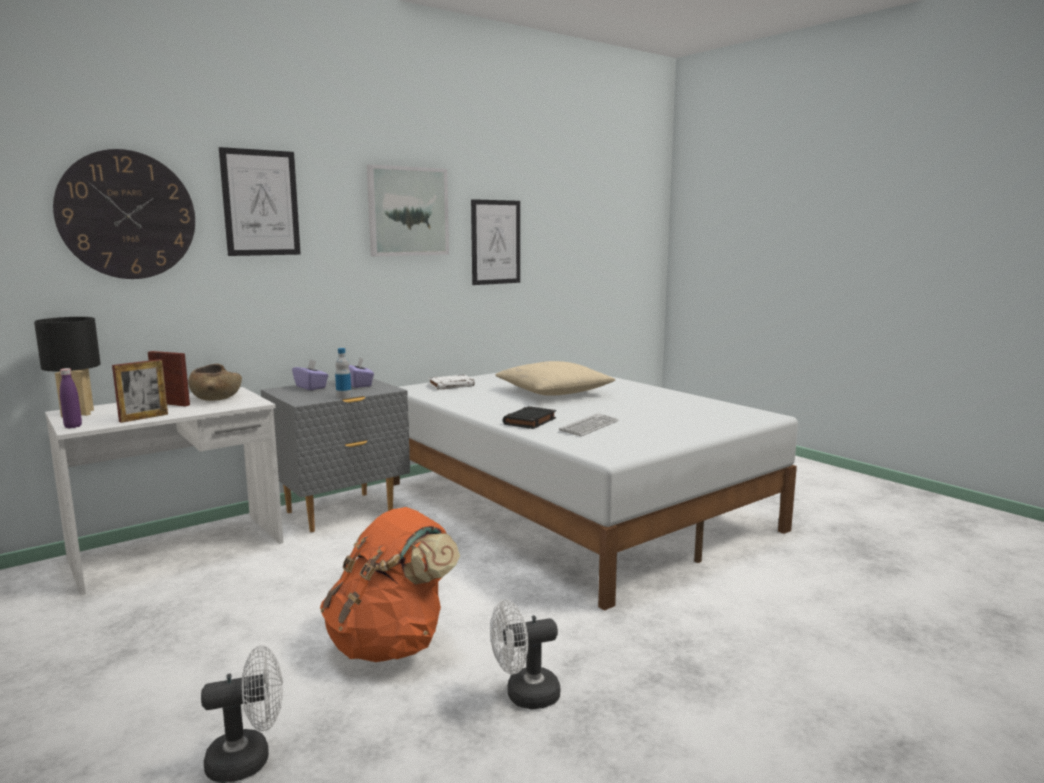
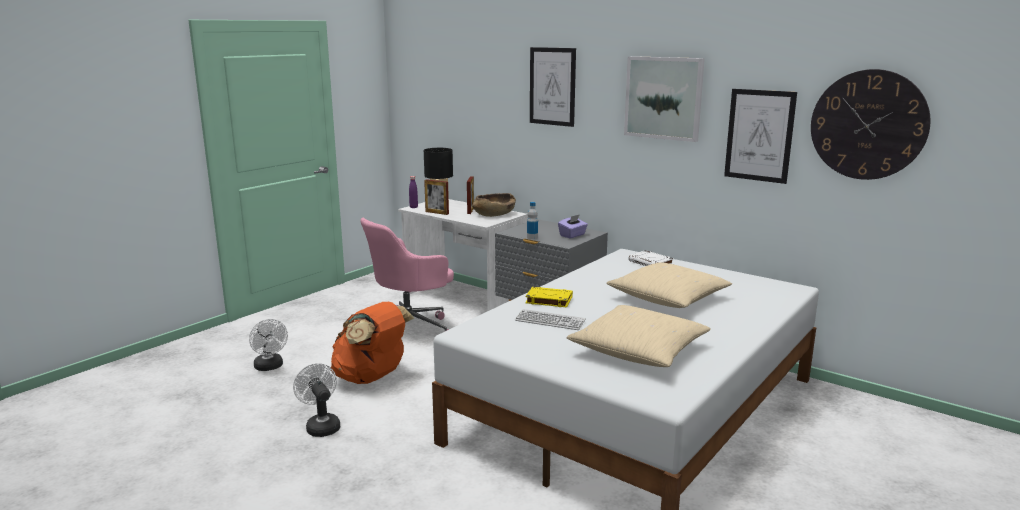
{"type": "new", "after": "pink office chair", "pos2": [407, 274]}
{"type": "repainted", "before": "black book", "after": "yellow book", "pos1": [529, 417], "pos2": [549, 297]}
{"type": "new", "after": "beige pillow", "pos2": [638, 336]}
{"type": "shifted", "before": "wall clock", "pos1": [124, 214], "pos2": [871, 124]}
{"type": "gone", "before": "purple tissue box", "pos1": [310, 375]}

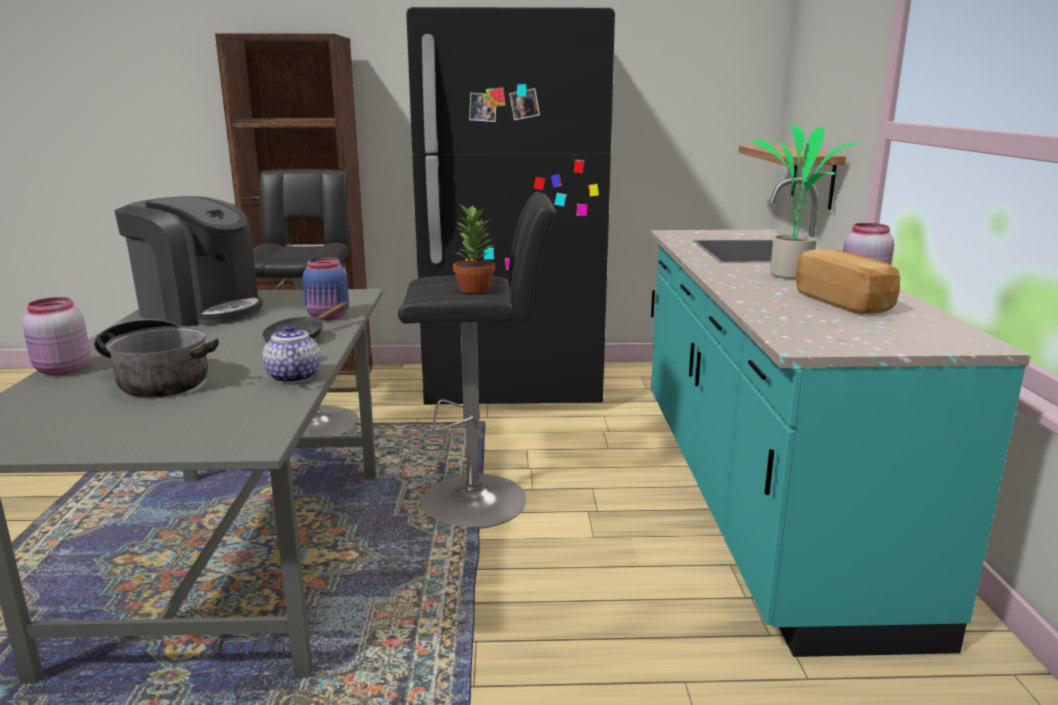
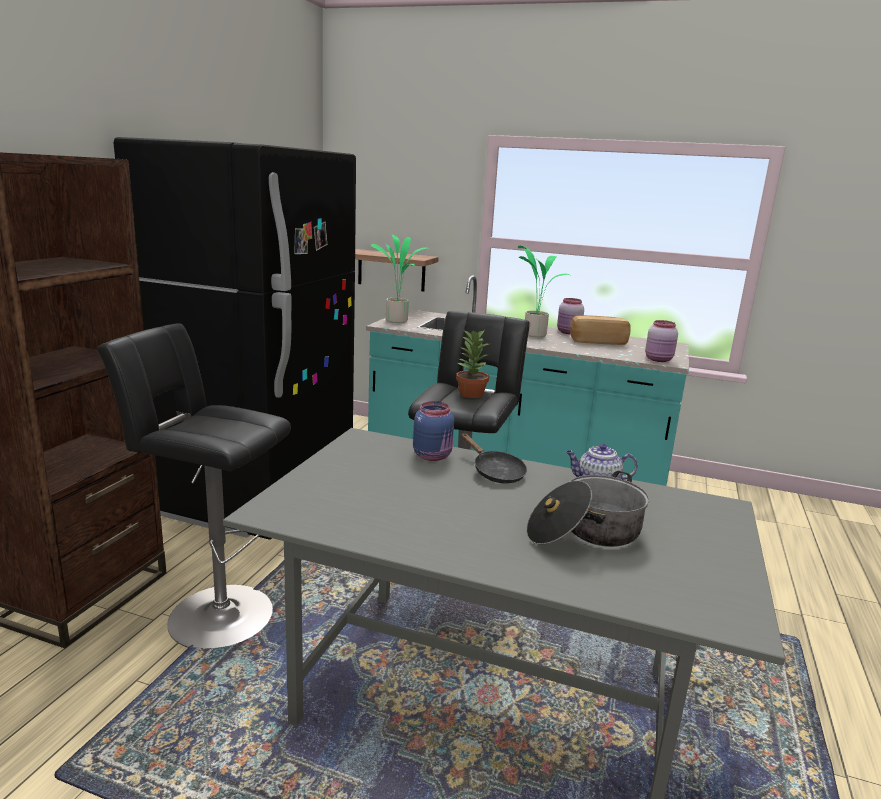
{"type": "new", "after": "potted plant", "pos2": [400, 279]}
{"type": "shifted", "before": "pink jar", "pos1": [56, 336], "pos2": [661, 341]}
{"type": "gone", "before": "coffee machine", "pos1": [188, 261]}

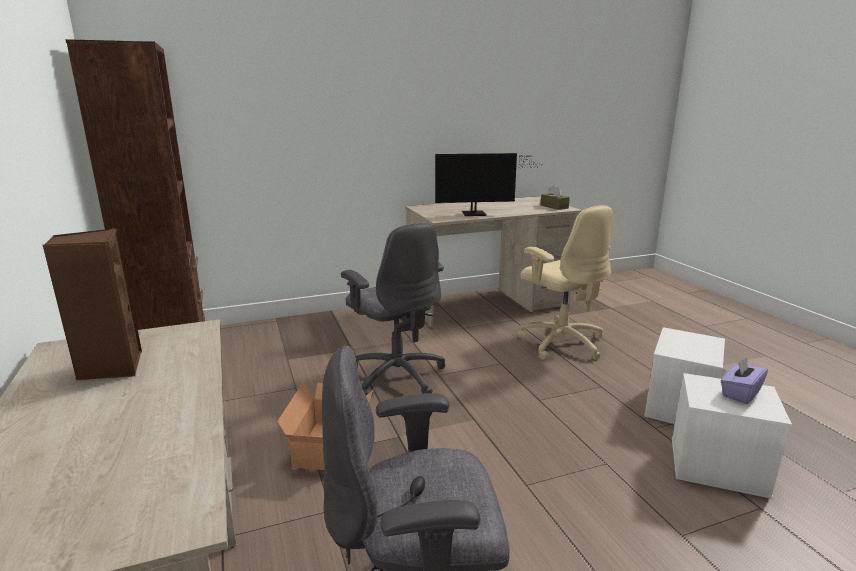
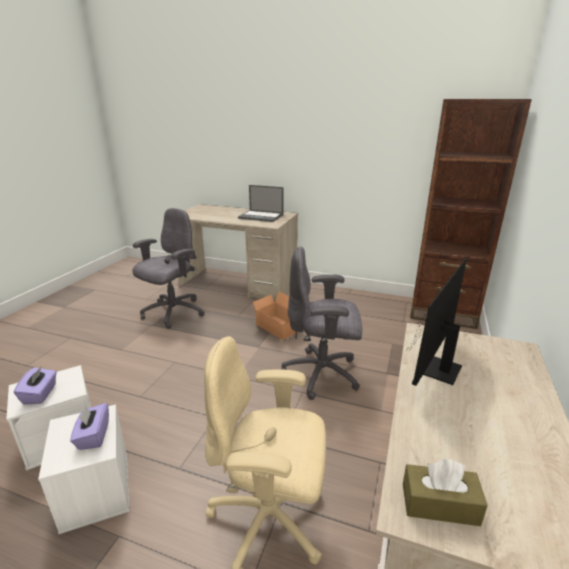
{"type": "new", "after": "purple tissue box", "pos2": [89, 426]}
{"type": "swapped", "before": "brown speaker", "after": "laptop", "pos1": [92, 304], "pos2": [261, 203]}

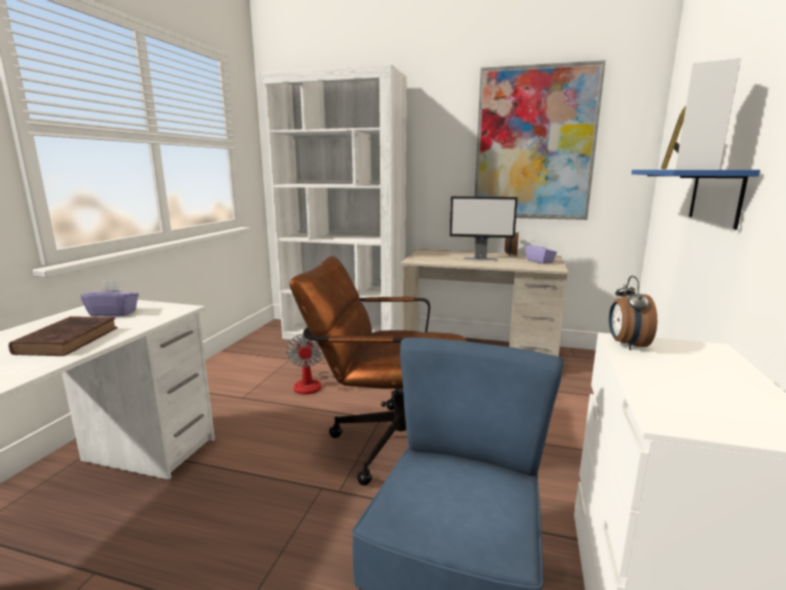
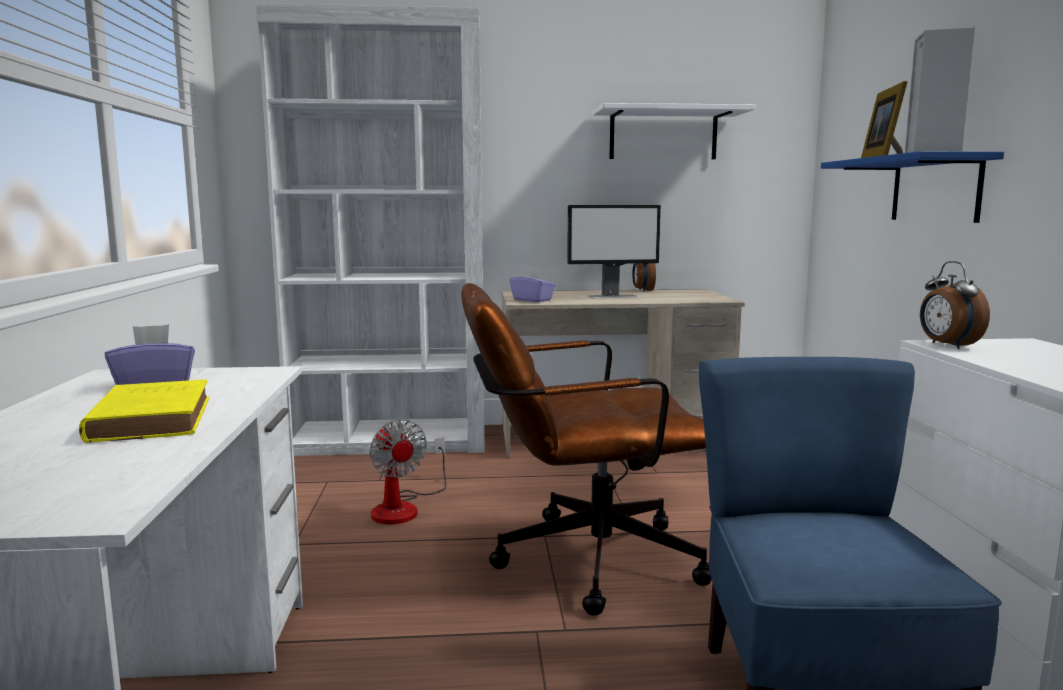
{"type": "repainted", "before": "brown book", "after": "yellow book", "pos1": [63, 336], "pos2": [144, 411]}
{"type": "shifted", "before": "purple tissue box", "pos1": [541, 252], "pos2": [533, 285]}
{"type": "swapped", "before": "picture", "after": "white shelf", "pos1": [540, 140], "pos2": [674, 131]}

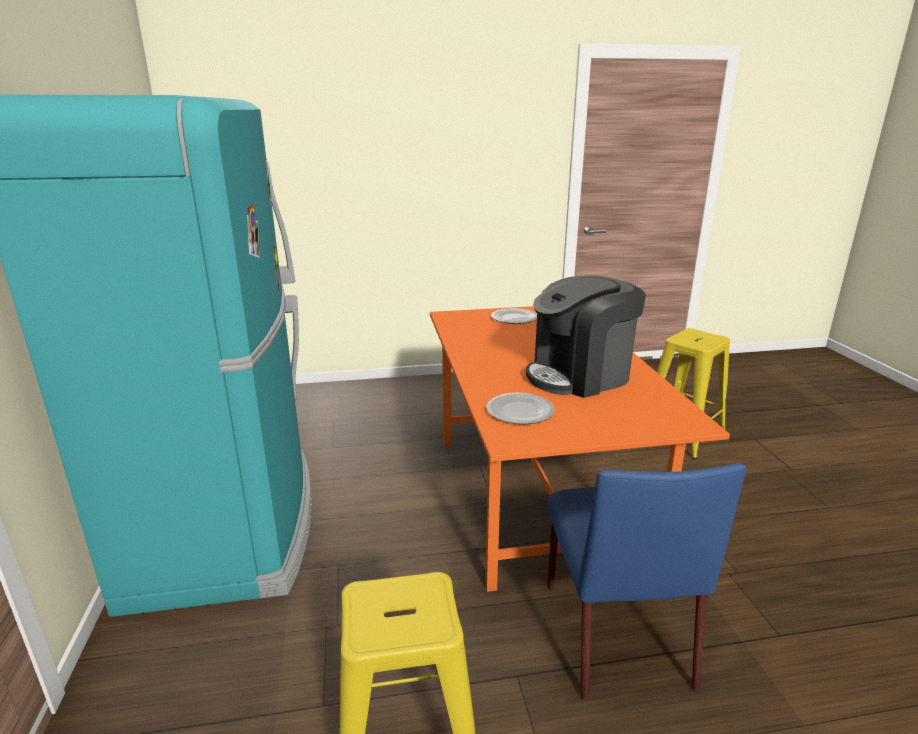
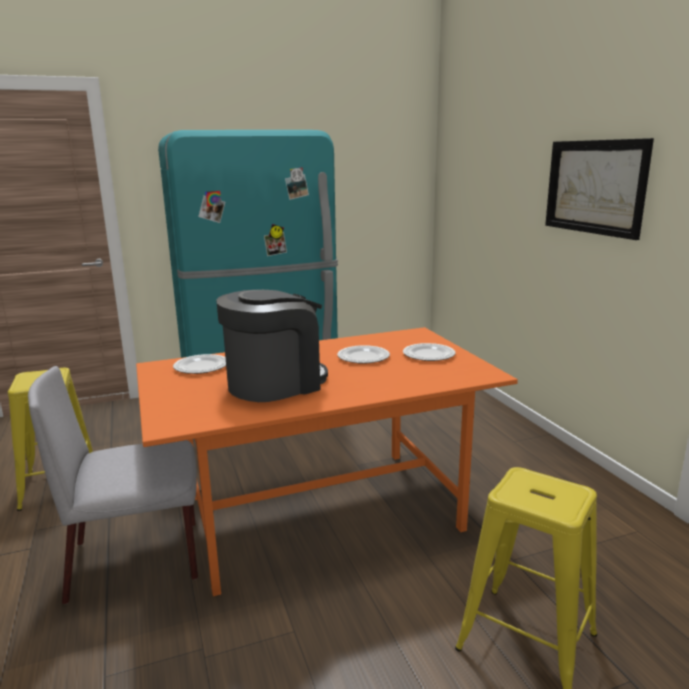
{"type": "repainted", "before": "blue chair", "after": "grey chair", "pos1": [647, 581], "pos2": [113, 485]}
{"type": "rotated", "before": "coffee machine", "pos1": [586, 336], "pos2": [272, 346], "turn": 90}
{"type": "new", "after": "plate", "pos2": [363, 354]}
{"type": "new", "after": "picture", "pos2": [599, 189]}

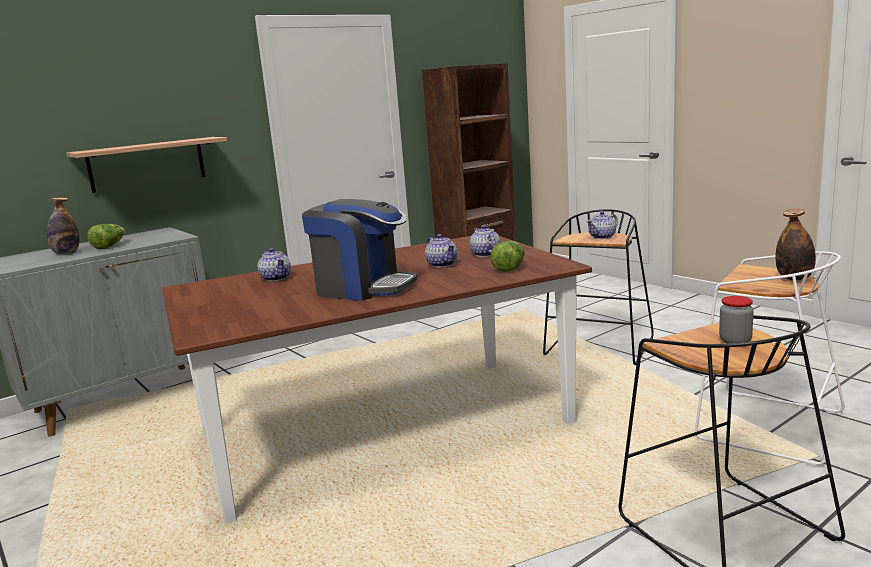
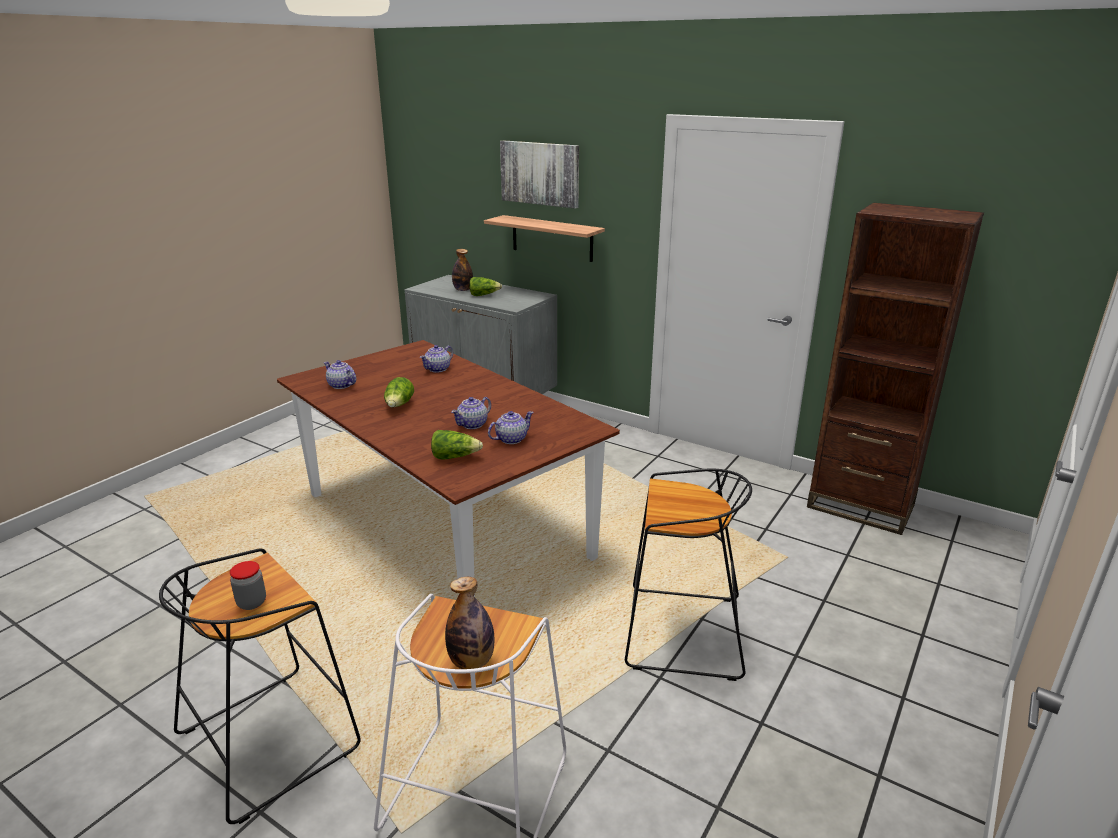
{"type": "shifted", "before": "teapot", "pos1": [602, 225], "pos2": [340, 374]}
{"type": "swapped", "before": "coffee machine", "after": "lettuce", "pos1": [359, 250], "pos2": [399, 392]}
{"type": "new", "after": "picture", "pos2": [539, 174]}

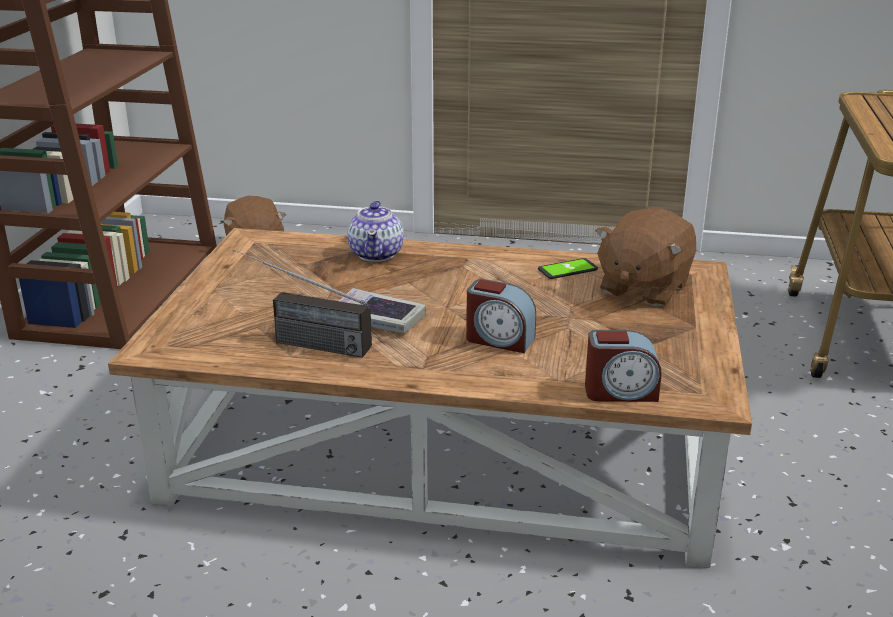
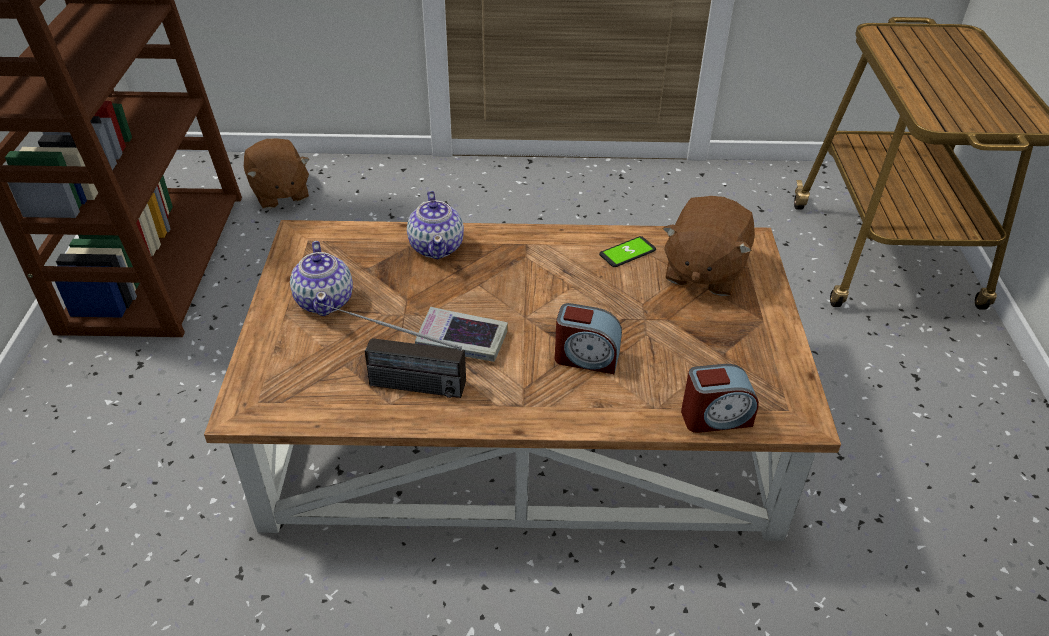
{"type": "new", "after": "teapot", "pos2": [321, 278]}

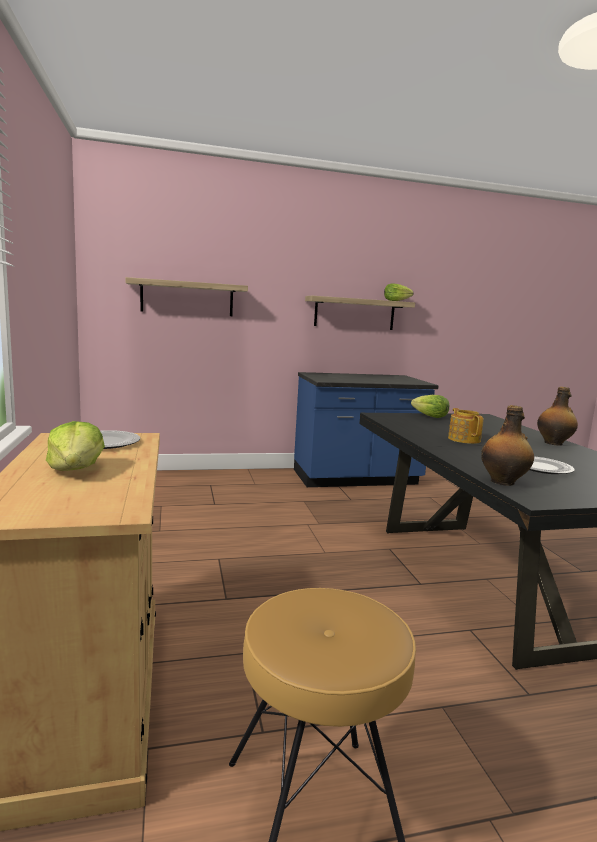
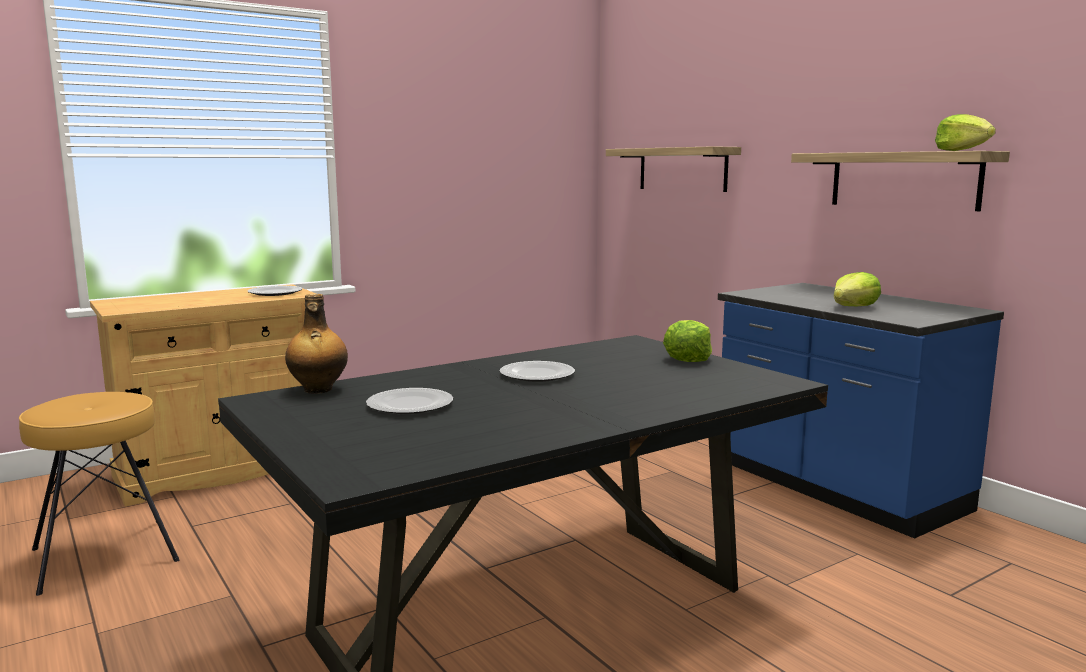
{"type": "swapped", "before": "teapot", "after": "plate", "pos1": [466, 426], "pos2": [537, 371]}
{"type": "shifted", "before": "lettuce", "pos1": [75, 446], "pos2": [857, 289]}
{"type": "gone", "before": "bottle", "pos1": [557, 416]}

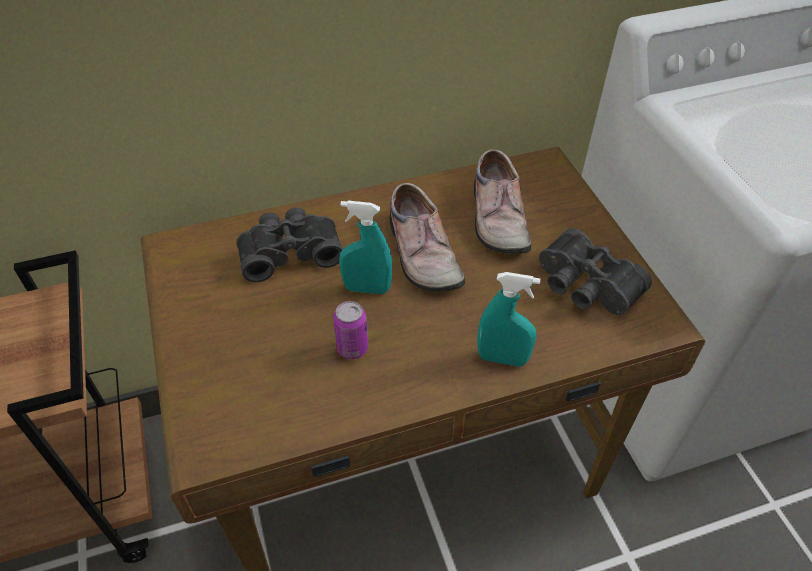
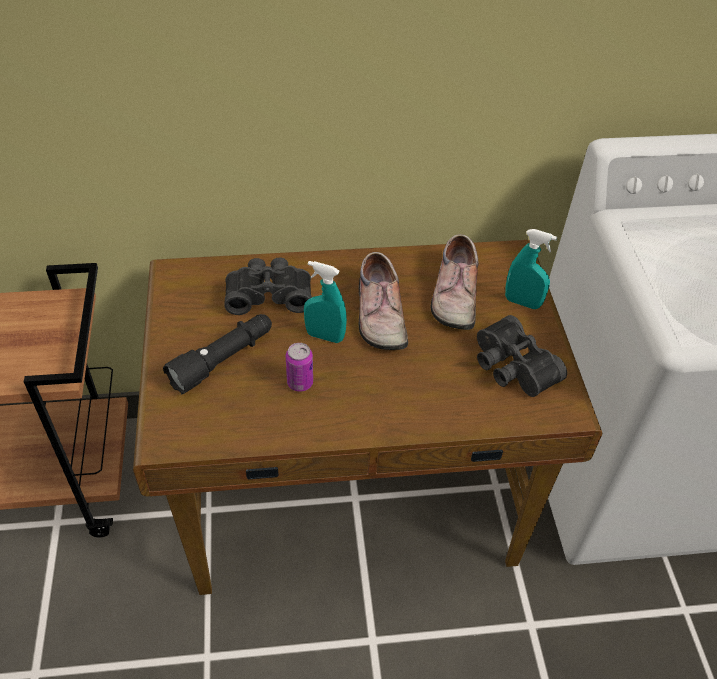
{"type": "new", "after": "black flashlight", "pos2": [217, 354]}
{"type": "shifted", "before": "turquoise spray bottle", "pos1": [509, 319], "pos2": [531, 269]}

